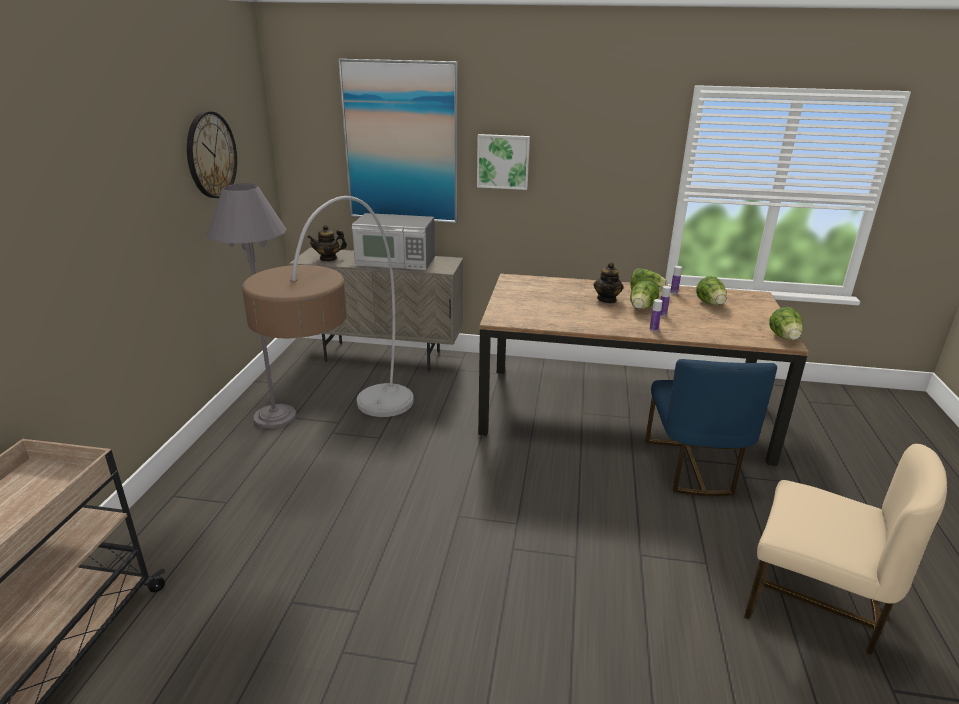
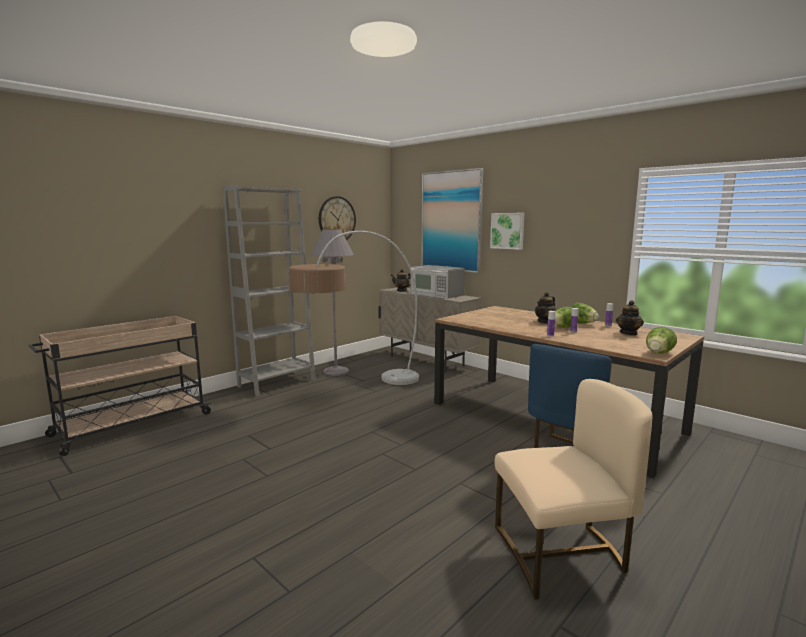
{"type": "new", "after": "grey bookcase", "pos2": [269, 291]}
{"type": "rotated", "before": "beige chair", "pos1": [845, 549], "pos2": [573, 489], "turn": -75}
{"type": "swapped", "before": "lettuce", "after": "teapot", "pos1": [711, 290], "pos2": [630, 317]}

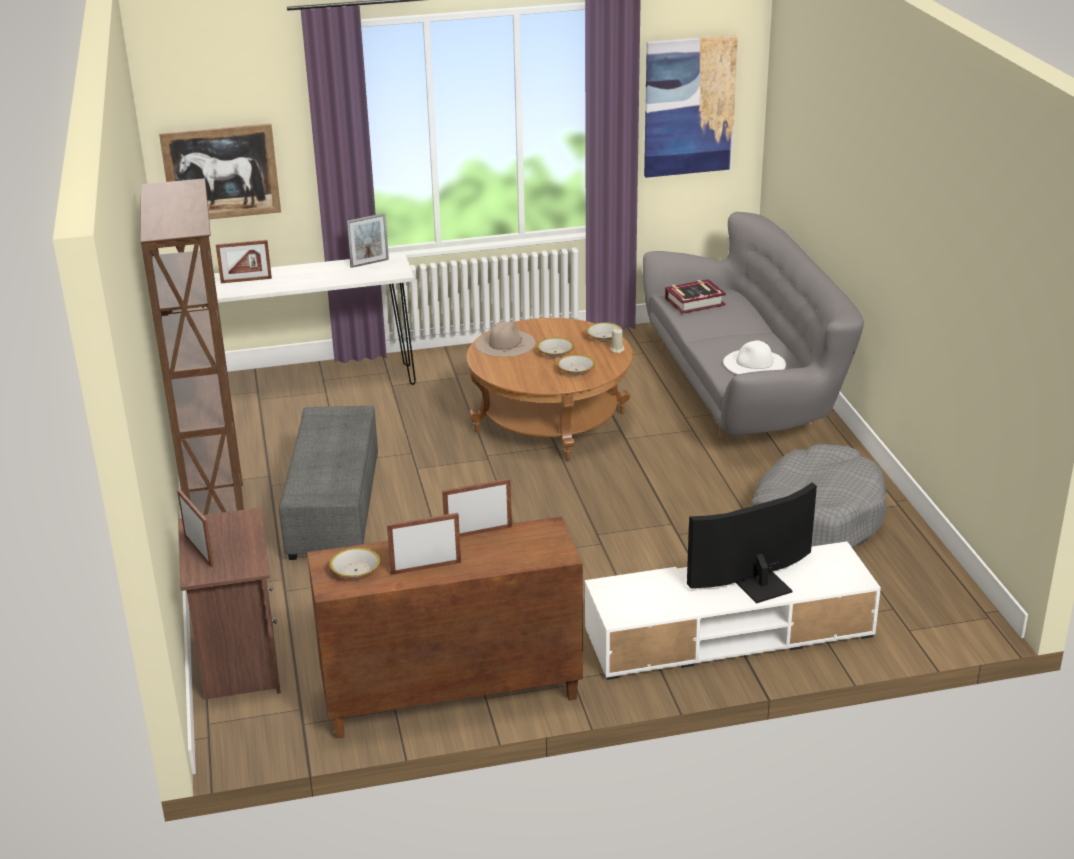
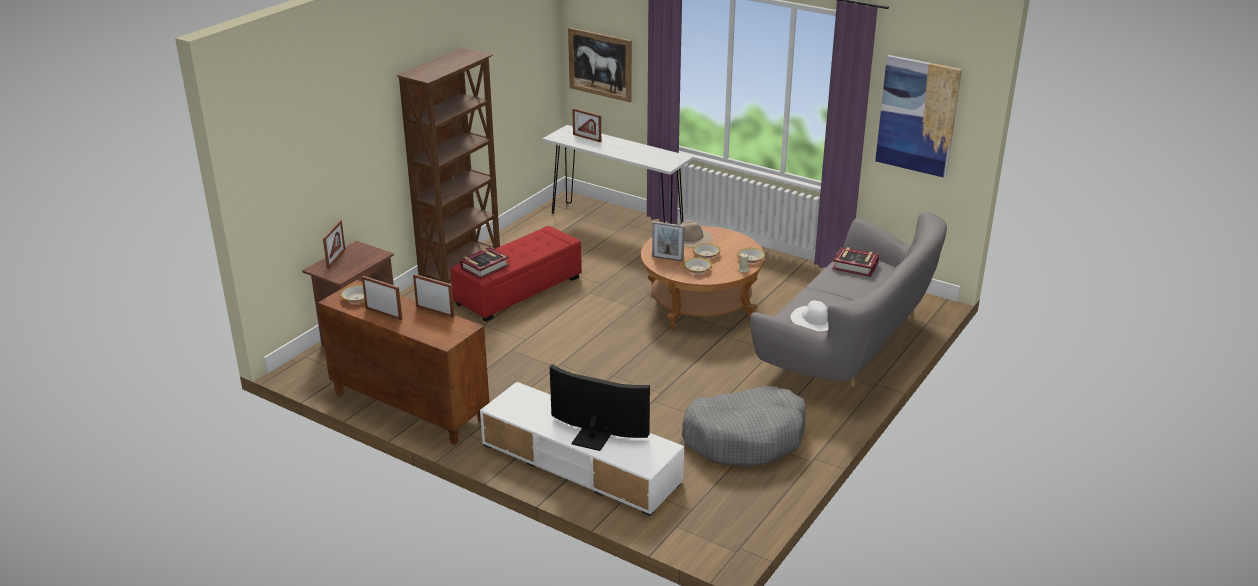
{"type": "repainted", "before": "grey ottoman", "after": "red ottoman", "pos1": [328, 483], "pos2": [516, 274]}
{"type": "new", "after": "book", "pos2": [485, 263]}
{"type": "shifted", "before": "picture frame", "pos1": [367, 240], "pos2": [668, 241]}

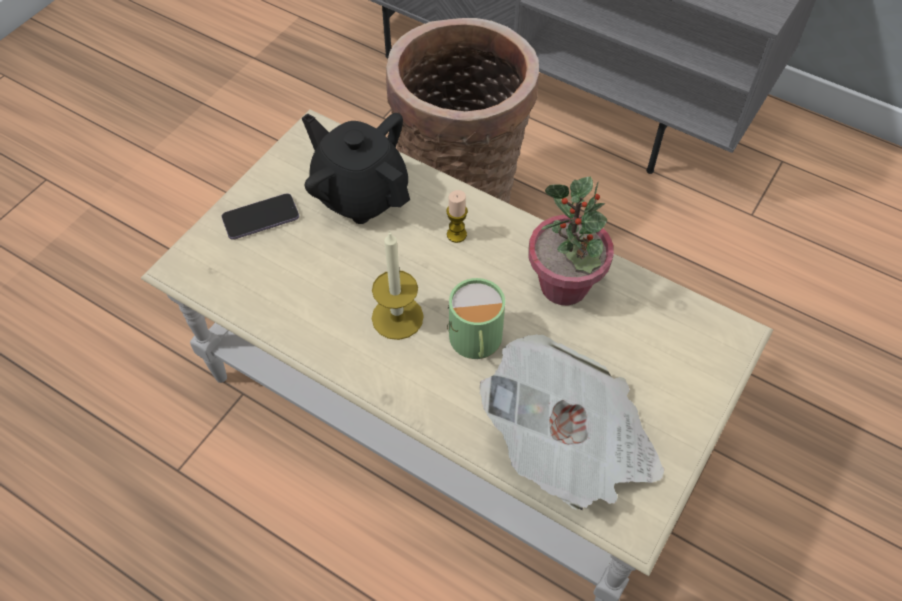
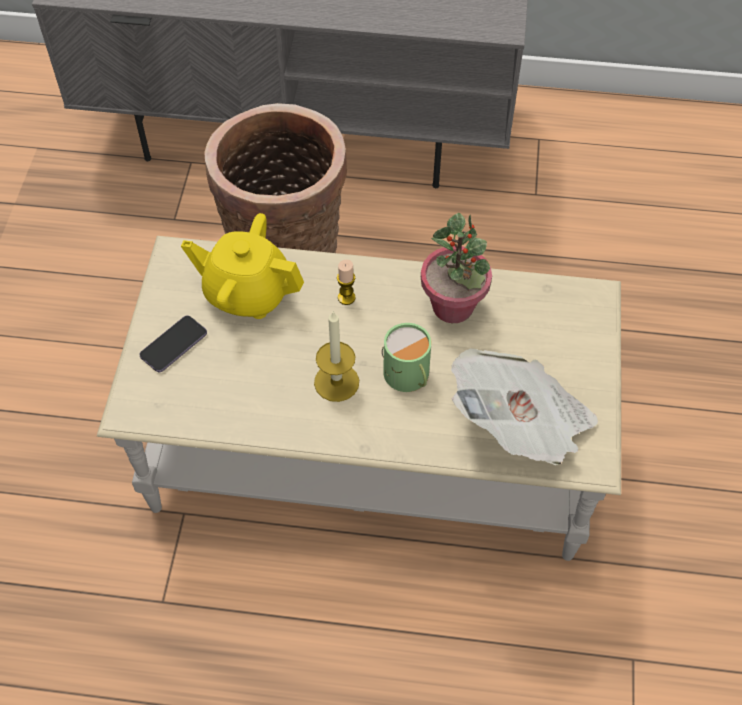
{"type": "repainted", "before": "black teapot", "after": "yellow teapot", "pos1": [356, 168], "pos2": [242, 266]}

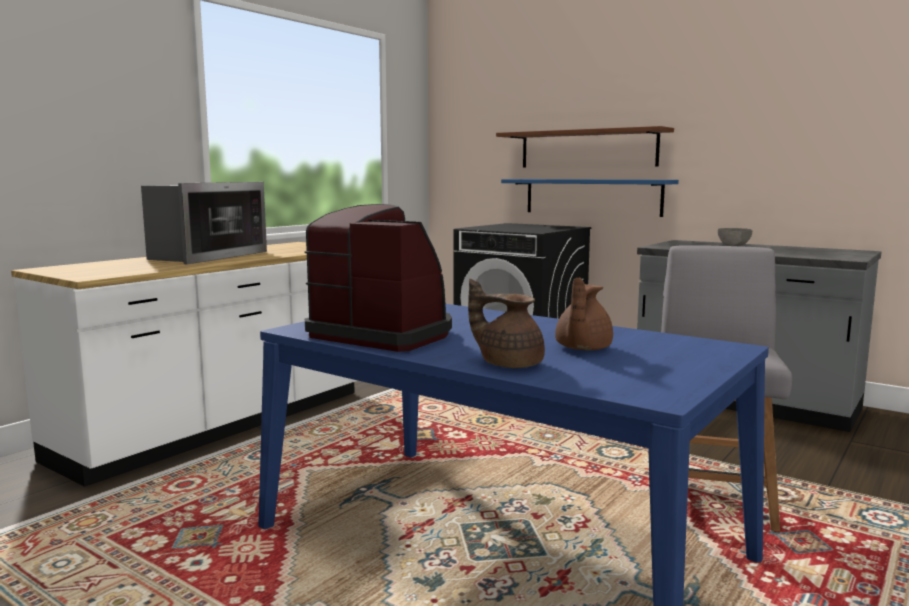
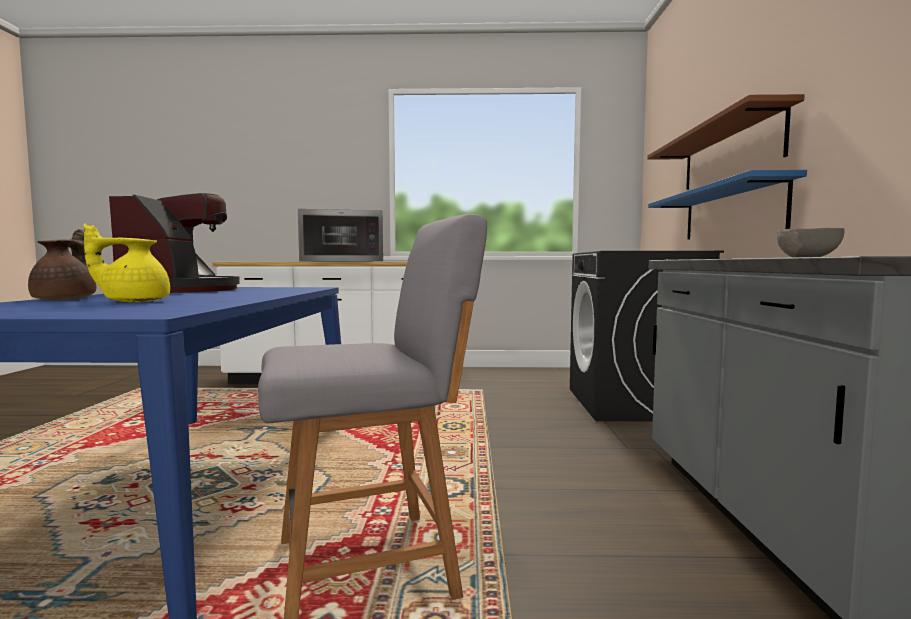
{"type": "repainted", "before": "brown teapot", "after": "yellow teapot", "pos1": [584, 313], "pos2": [126, 262]}

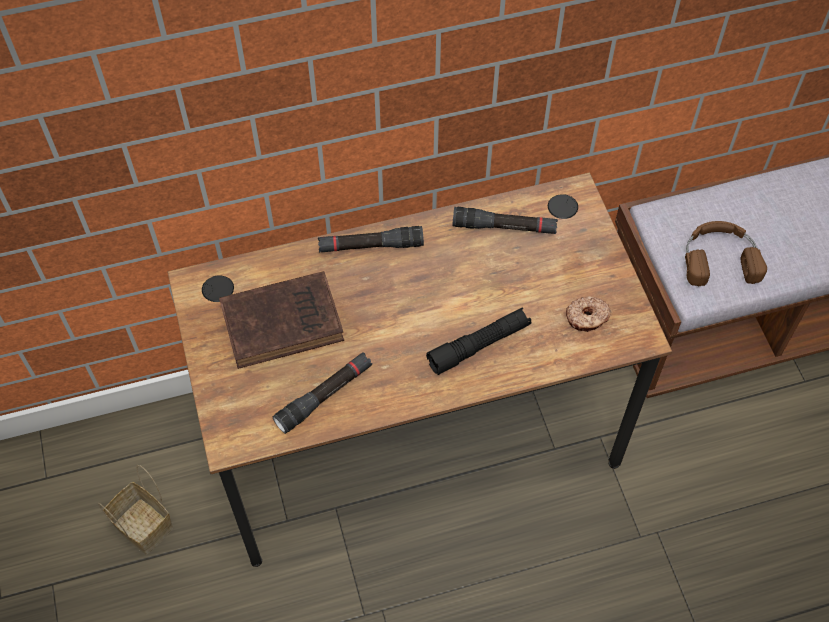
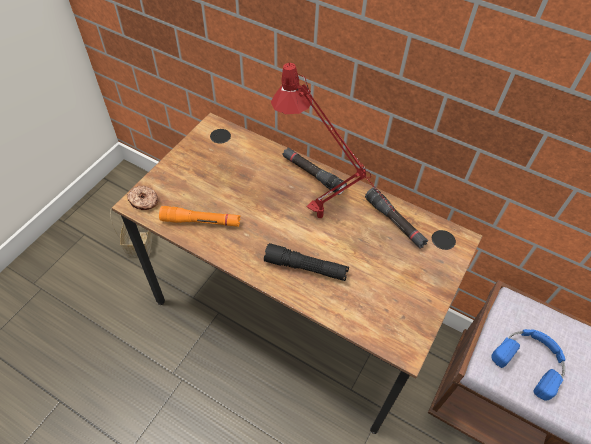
{"type": "shifted", "before": "donut", "pos1": [588, 314], "pos2": [142, 198]}
{"type": "repainted", "before": "black flashlight", "after": "orange flashlight", "pos1": [322, 393], "pos2": [199, 216]}
{"type": "new", "after": "red table lamp", "pos2": [333, 140]}
{"type": "repainted", "before": "brown headphones", "after": "blue headphones", "pos1": [726, 253], "pos2": [529, 365]}
{"type": "gone", "before": "brown book", "pos1": [281, 320]}

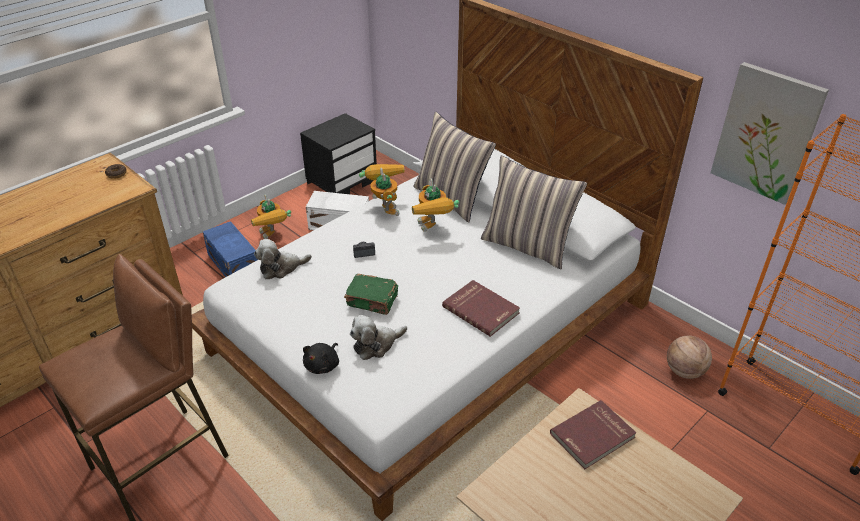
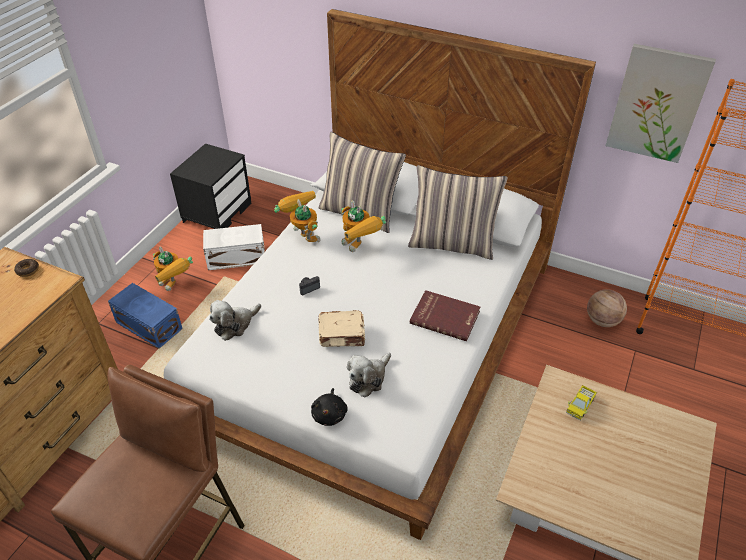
{"type": "repainted", "before": "green book", "after": "beige book", "pos1": [371, 294], "pos2": [342, 328]}
{"type": "swapped", "before": "red book", "after": "toy truck", "pos1": [593, 434], "pos2": [581, 403]}

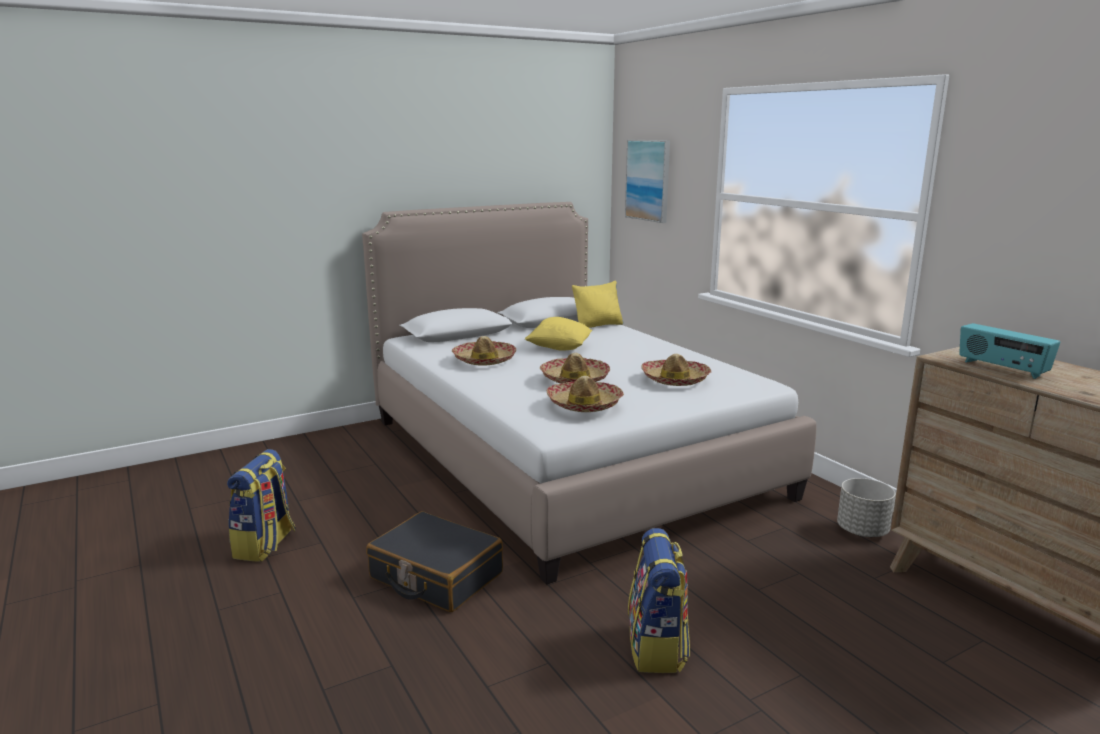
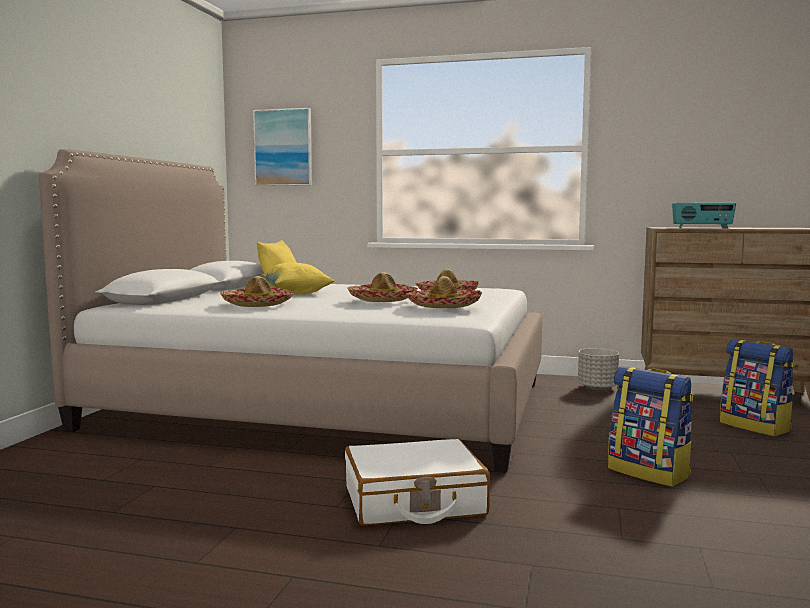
{"type": "repainted", "before": "black suitcase", "after": "white suitcase", "pos1": [434, 561], "pos2": [417, 482]}
{"type": "shifted", "before": "backpack", "pos1": [261, 505], "pos2": [757, 387]}

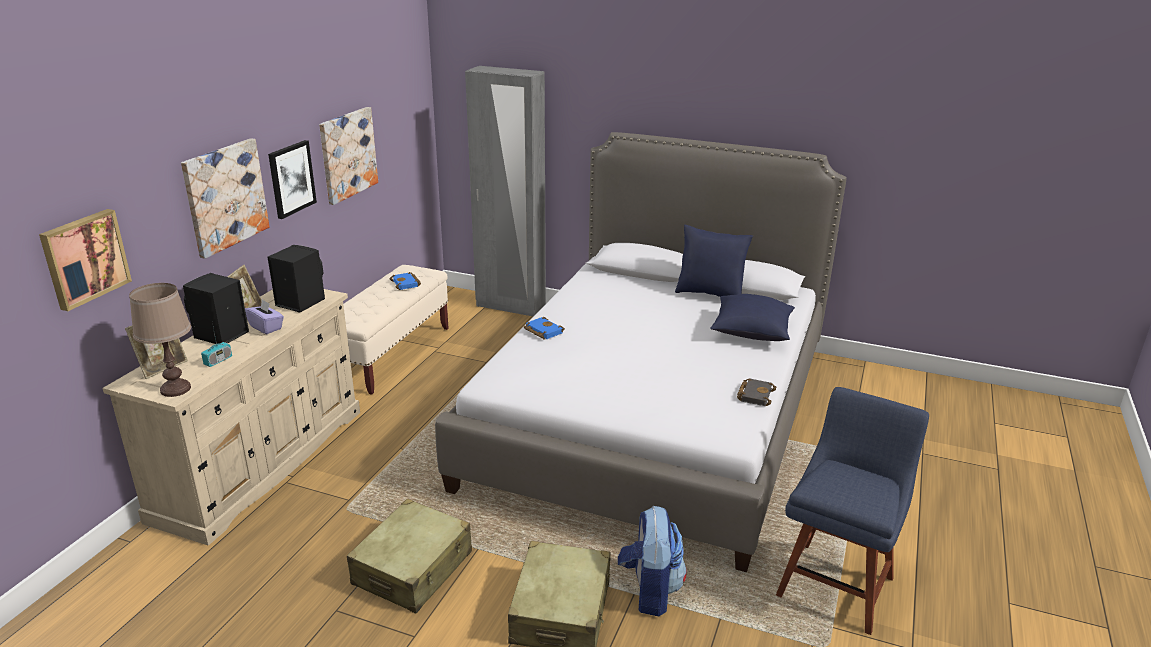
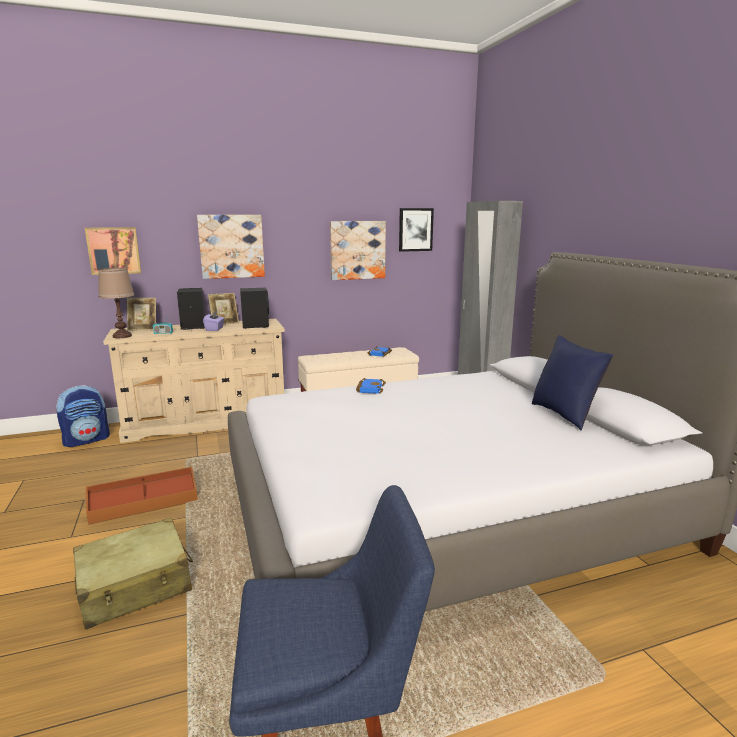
{"type": "shifted", "before": "backpack", "pos1": [652, 561], "pos2": [83, 416]}
{"type": "swapped", "before": "beige suitcase", "after": "brown storage box", "pos1": [409, 556], "pos2": [142, 496]}
{"type": "shifted", "before": "picture", "pos1": [292, 179], "pos2": [416, 230]}
{"type": "gone", "before": "blue pillow", "pos1": [752, 317]}
{"type": "gone", "before": "black book", "pos1": [757, 392]}

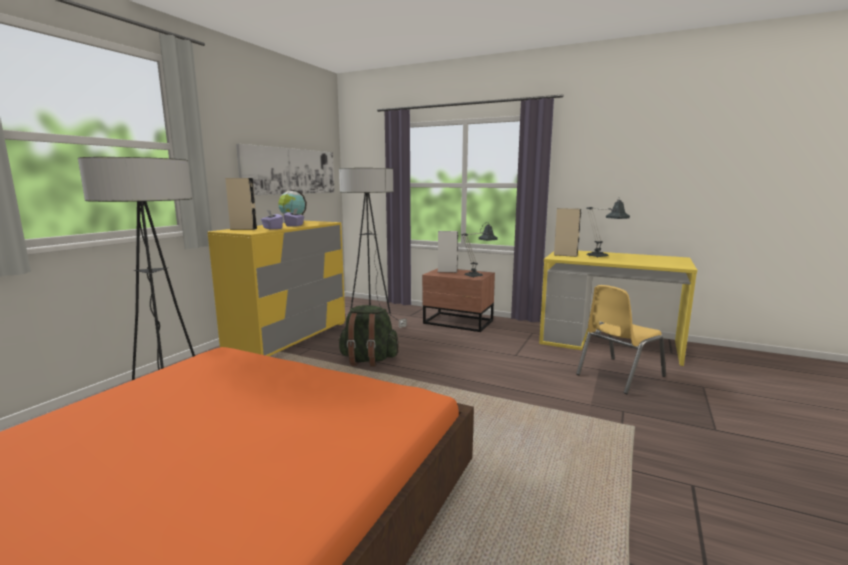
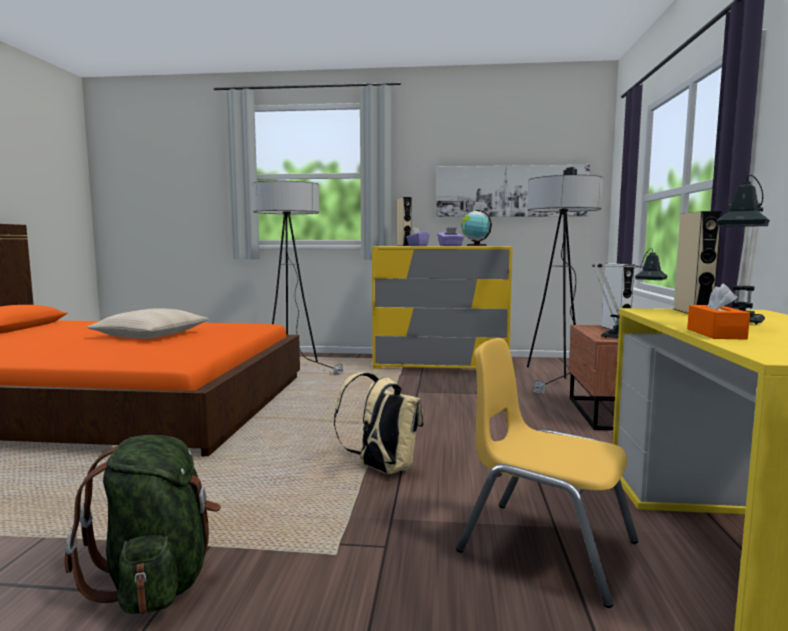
{"type": "shifted", "before": "green backpack", "pos1": [368, 335], "pos2": [142, 525]}
{"type": "new", "after": "beige pillow", "pos2": [148, 323]}
{"type": "new", "after": "beige backpack", "pos2": [379, 423]}
{"type": "new", "after": "orange tissue box", "pos2": [718, 311]}

